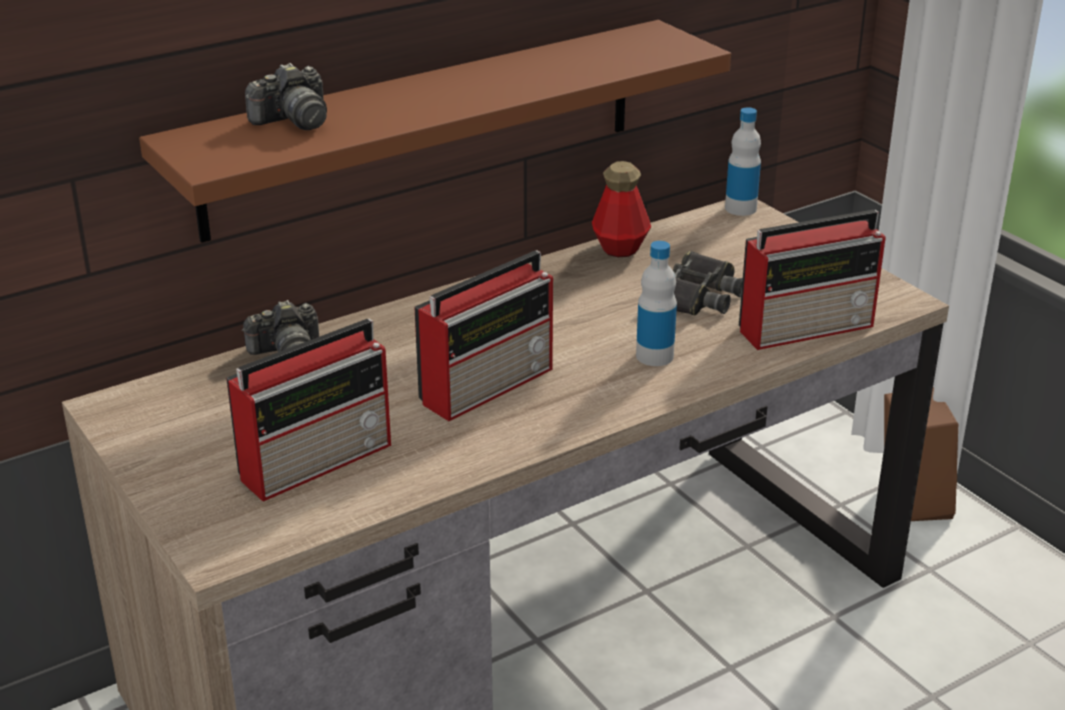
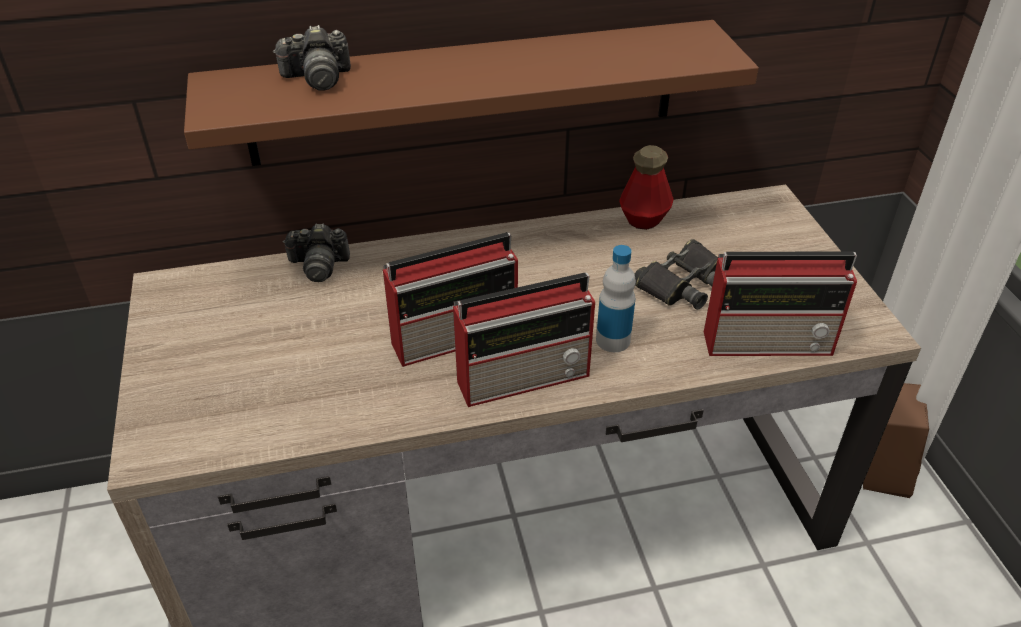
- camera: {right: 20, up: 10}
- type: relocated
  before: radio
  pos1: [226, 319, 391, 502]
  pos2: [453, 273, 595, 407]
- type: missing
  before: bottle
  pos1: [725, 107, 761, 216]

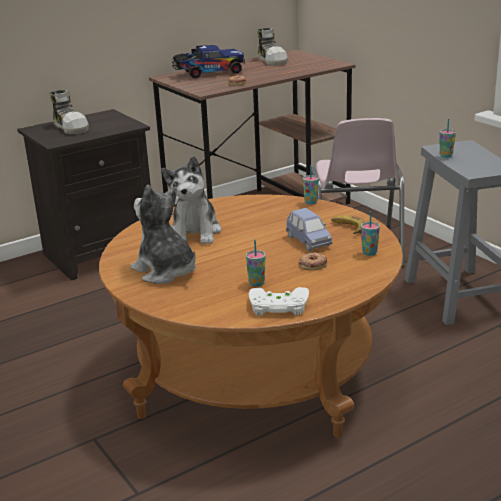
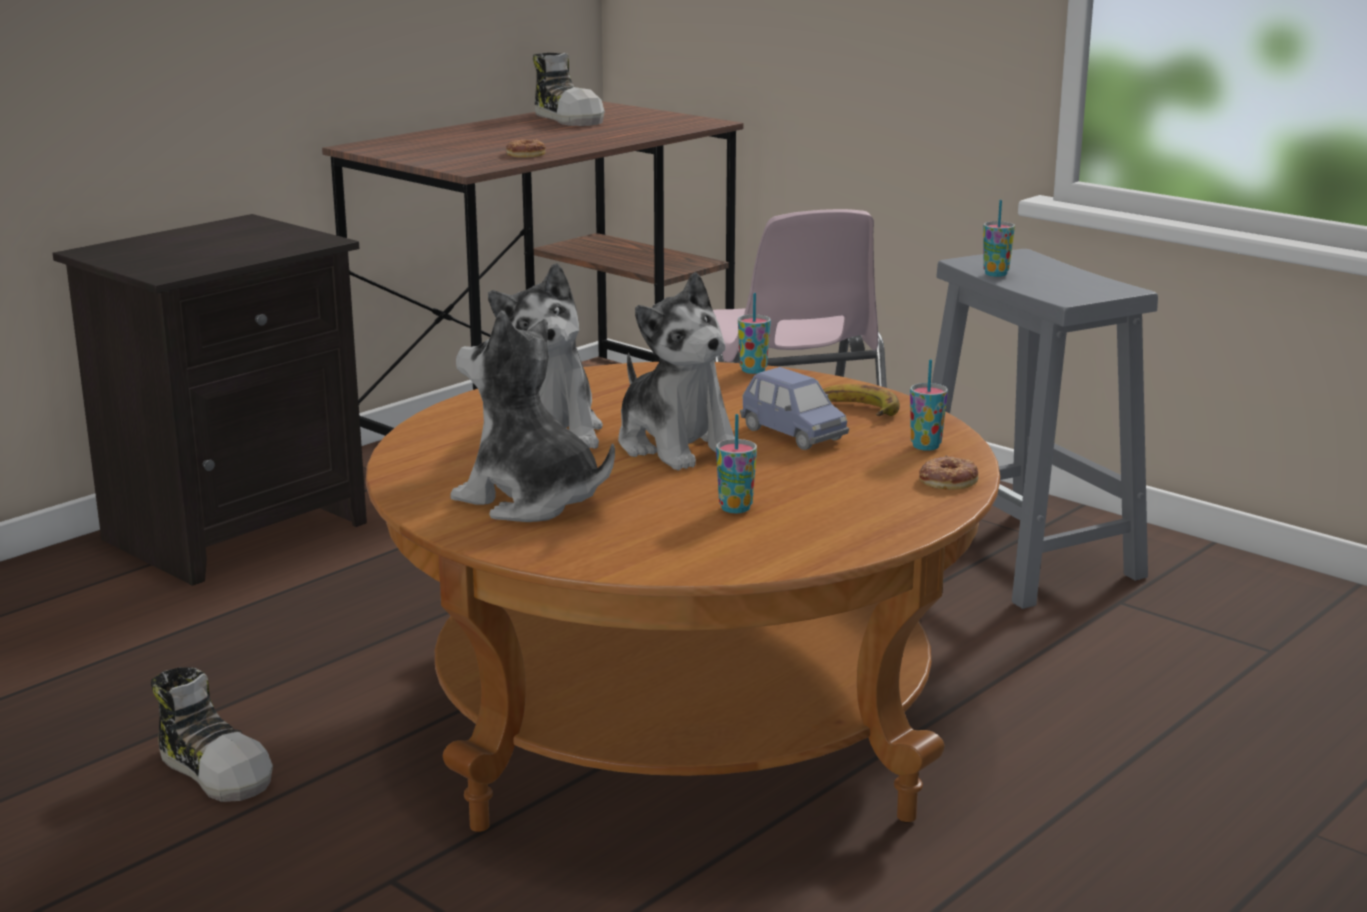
- camera: {right: -15, up: -5}
- type: relocated
  before: shoe
  pos1: [49, 90, 89, 134]
  pos2: [151, 667, 273, 802]
- type: missing
  before: toy truck
  pos1: [172, 45, 245, 78]
- type: missing
  before: white game controller
  pos1: [249, 287, 309, 315]
- type: relocated
  before: donut
  pos1: [299, 252, 327, 270]
  pos2: [919, 455, 978, 490]
- type: appeared
  after: plush toy
  pos2: [618, 272, 735, 471]

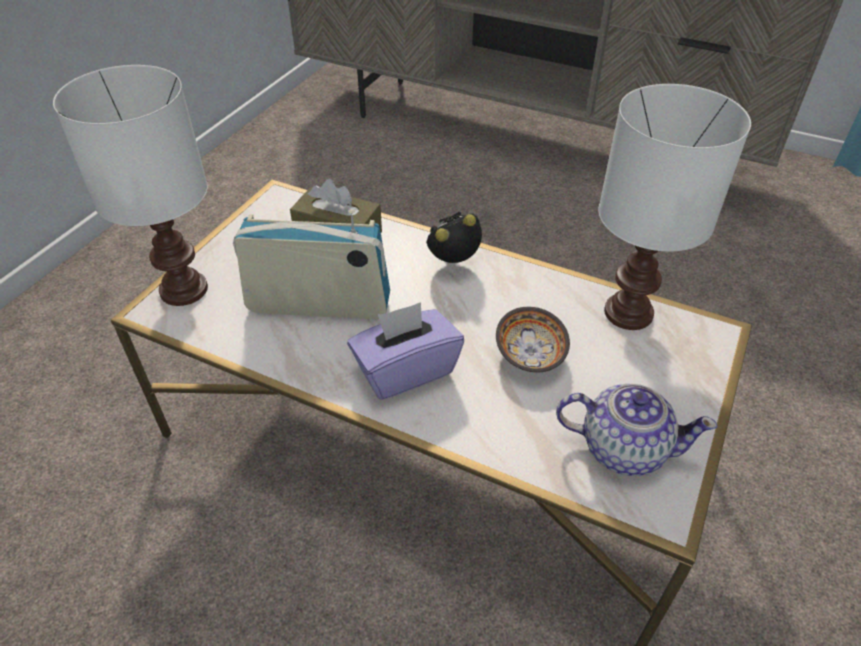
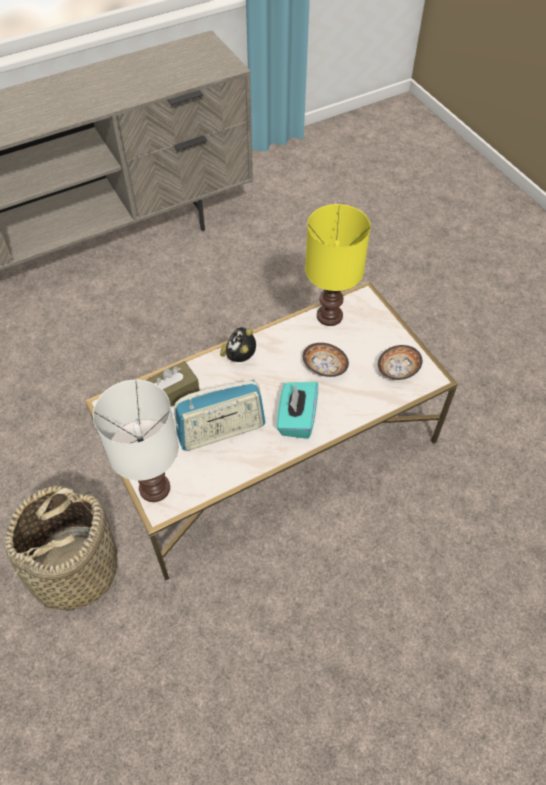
- camera: {right: -55, up: 10}
- type: spun
  before: radio
  pos1: [233, 209, 390, 319]
  pos2: [174, 379, 266, 451]
  turn: -150
- type: colour
  before: purple tissue box
  after: turquoise tissue box
  pos1: [347, 302, 464, 400]
  pos2: [277, 382, 318, 439]
- type: exchanged
  before: teapot
  after: bowl
  pos1: [556, 384, 718, 476]
  pos2: [378, 345, 422, 380]
- type: colour
  before: white table lamp
  after: yellow table lamp
  pos1: [598, 84, 751, 330]
  pos2: [305, 204, 371, 326]
- type: appeared
  after: basket
  pos2: [4, 486, 117, 616]

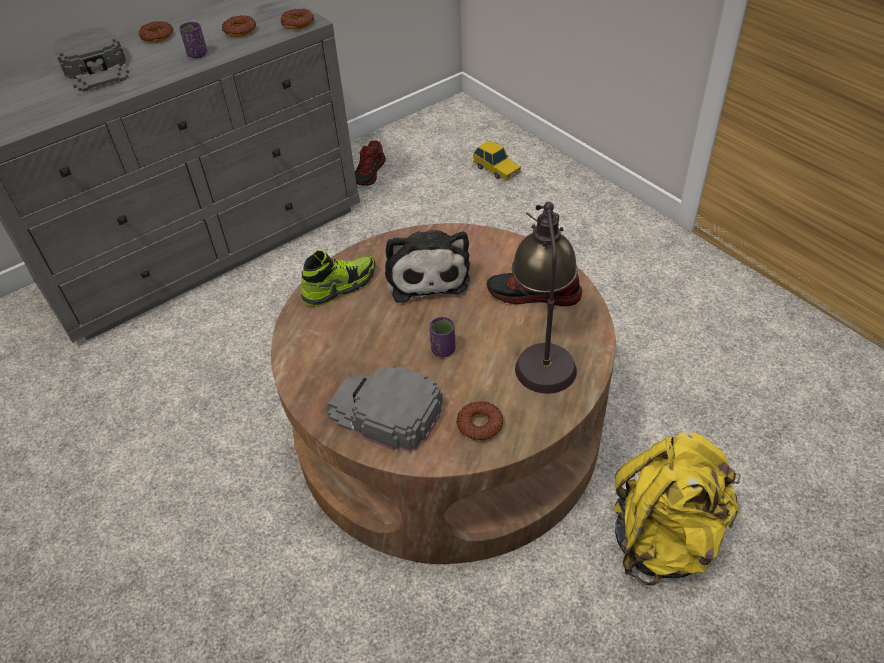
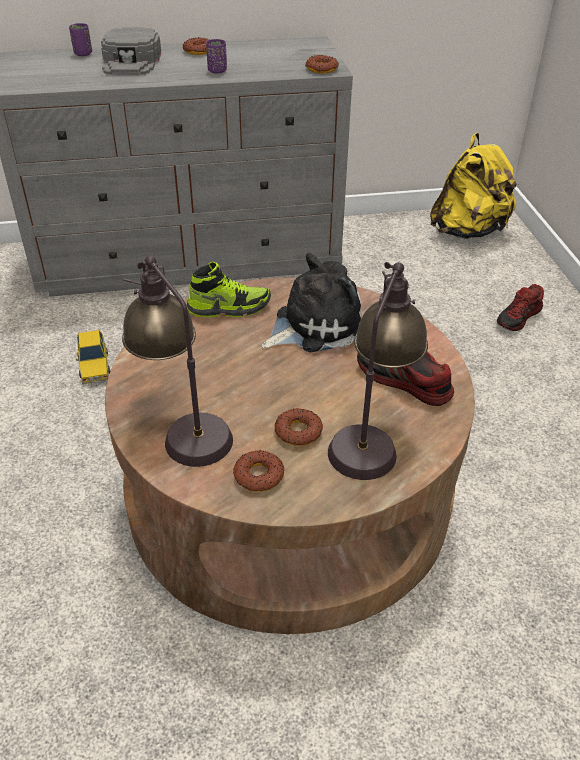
- camera: {right: 25, up: -5}
- type: relocated
  before: donut
  pos1: [222, 15, 256, 37]
  pos2: [275, 408, 323, 446]
- type: exchanged
  before: grey cap
  after: table lamp
  pos1: [328, 366, 443, 452]
  pos2: [122, 255, 233, 467]
- type: relocated
  before: shoe
  pos1: [355, 140, 386, 186]
  pos2: [497, 284, 544, 331]
- type: spun
  before: plush toy
  pos1: [385, 230, 470, 303]
  pos2: [261, 253, 362, 352]
  turn: -135
- type: relocated
  before: purple cup
  pos1: [429, 317, 456, 357]
  pos2: [69, 23, 92, 56]
- type: relocated
  before: toy car
  pos1: [473, 140, 521, 181]
  pos2: [76, 330, 110, 384]
- type: relocated
  before: yellow backpack
  pos1: [614, 431, 741, 586]
  pos2: [430, 133, 519, 239]

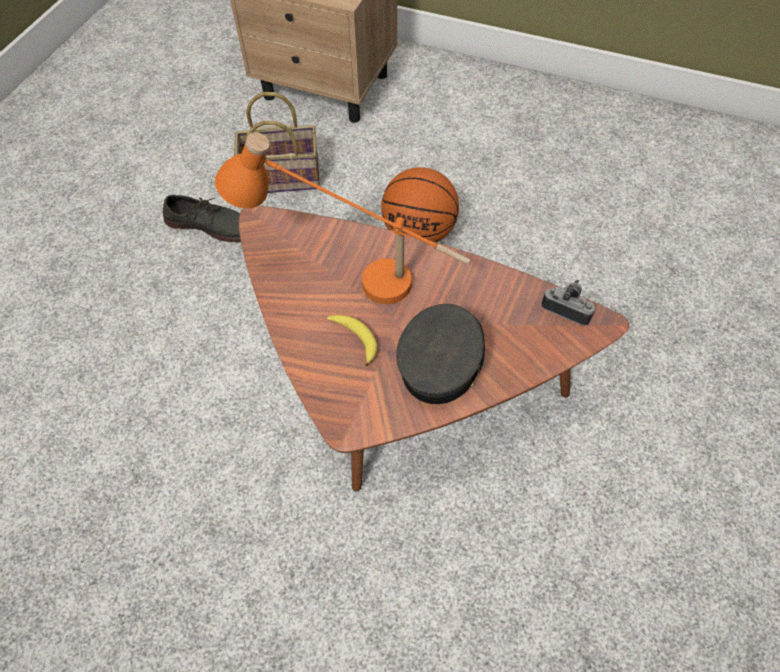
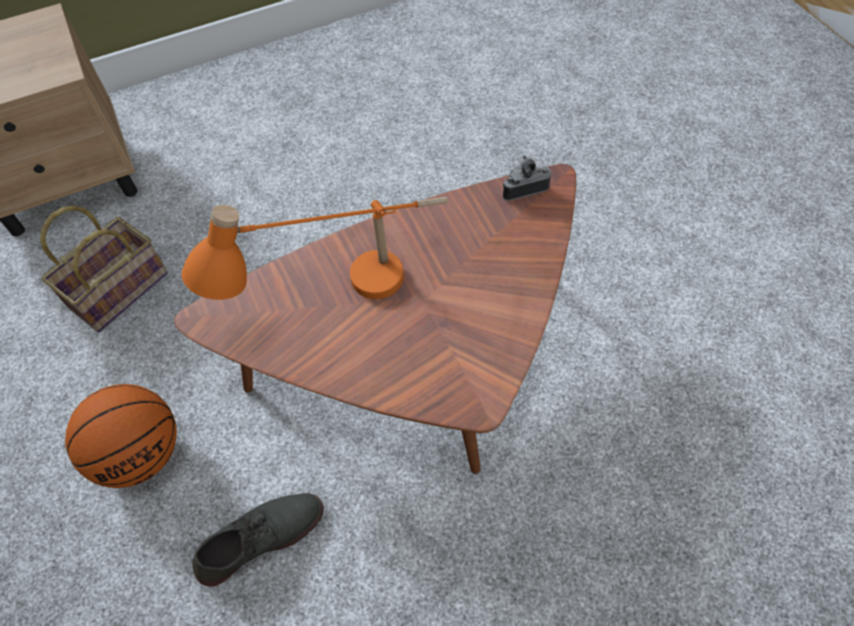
- camera: {right: -45, up: 0}
- type: relocated
  before: grey shoe
  pos1: [163, 195, 241, 242]
  pos2: [192, 493, 324, 587]
- type: missing
  before: banana
  pos1: [327, 315, 377, 367]
- type: relocated
  before: basketball
  pos1: [381, 167, 459, 242]
  pos2: [65, 384, 177, 488]
- type: missing
  before: grey cap
  pos1: [396, 304, 485, 404]

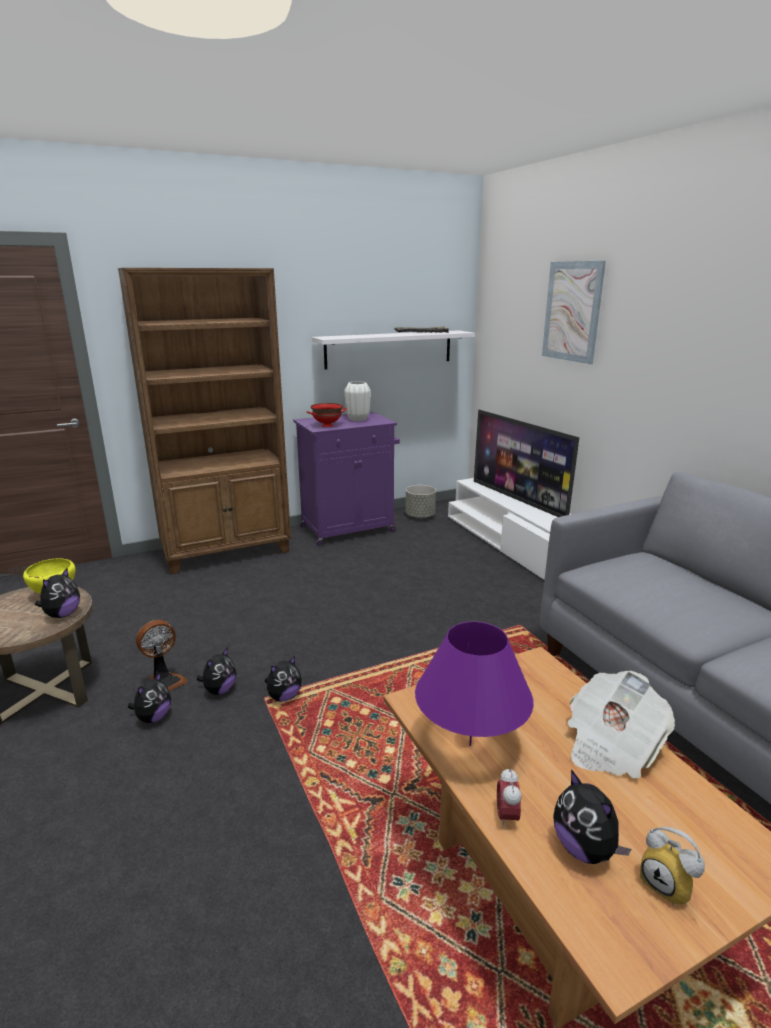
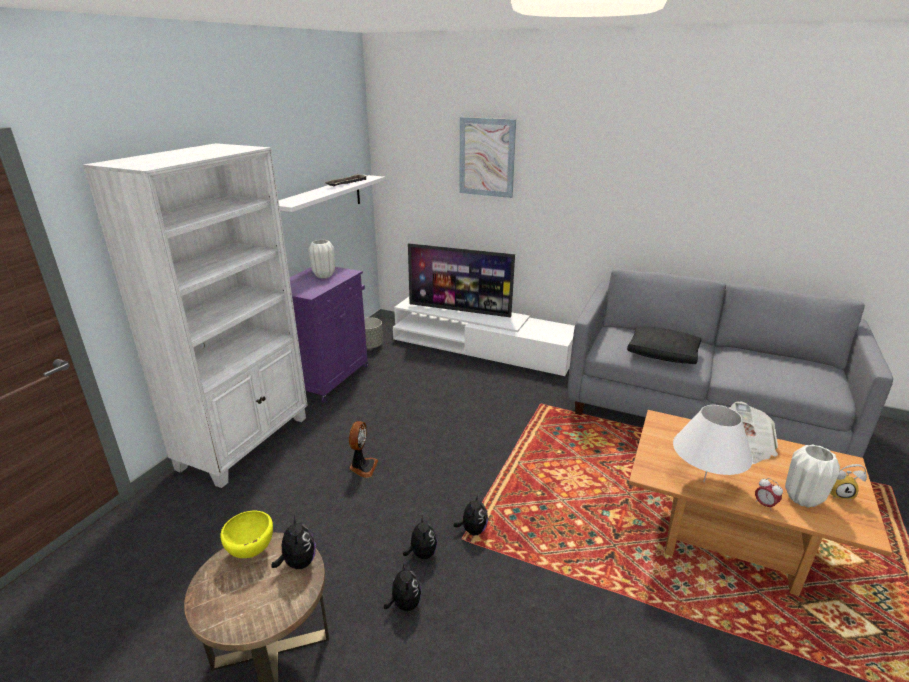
- camera: {right: -40, up: 5}
- type: colour
  before: brown bookcase
  after: white bookcase
  pos1: [118, 268, 291, 574]
  pos2: [83, 143, 308, 488]
- type: relocated
  before: fan
  pos1: [136, 620, 187, 691]
  pos2: [349, 421, 378, 478]
- type: missing
  before: red bowl
  pos1: [307, 403, 347, 427]
- type: colour
  before: purple table lamp
  after: white table lamp
  pos1: [415, 621, 534, 746]
  pos2: [673, 405, 753, 482]
- type: exchanged
  before: plush toy
  after: white vase
  pos1: [553, 770, 632, 864]
  pos2: [785, 444, 840, 508]
- type: appeared
  after: black pillow
  pos2: [627, 326, 701, 364]

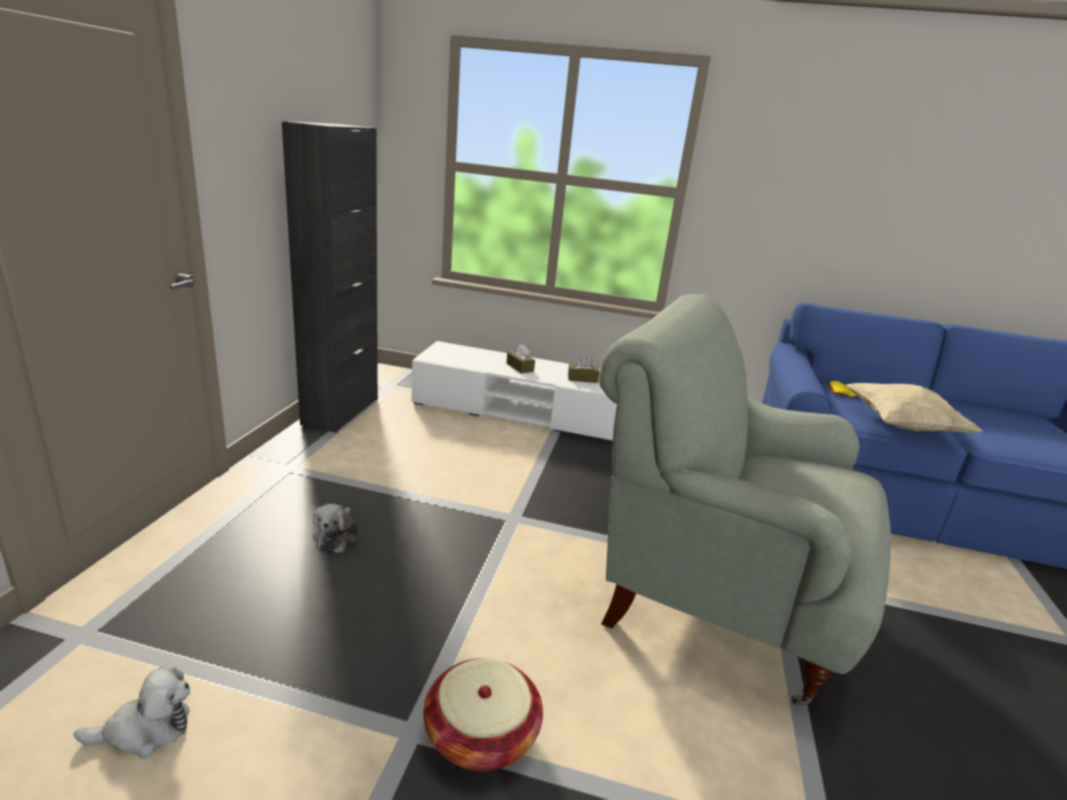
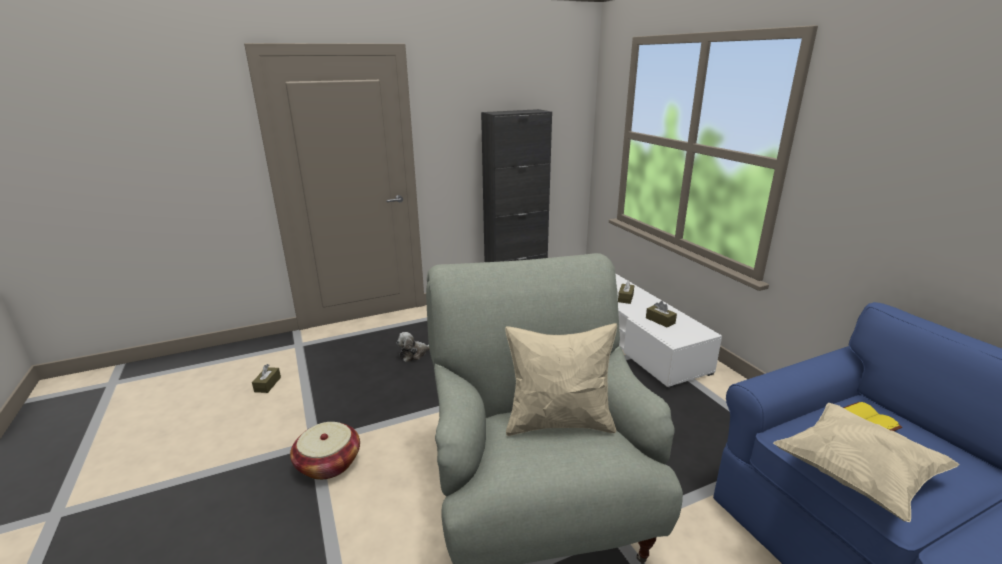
- camera: {right: 55, up: 0}
- type: exchanged
  before: plush toy
  after: brown tissue box
  pos1: [74, 666, 190, 758]
  pos2: [252, 364, 281, 393]
- type: appeared
  after: beige pillow
  pos2: [505, 323, 617, 436]

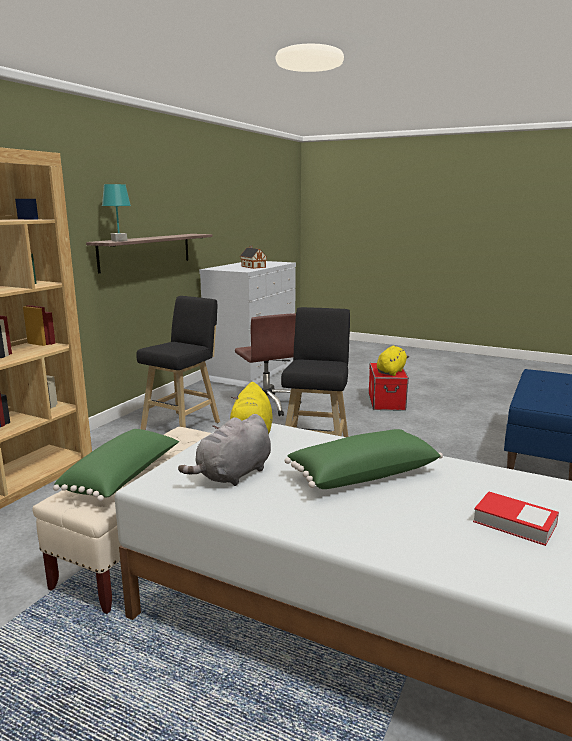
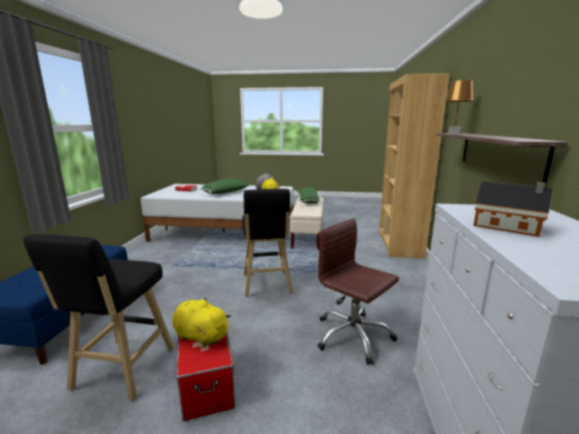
- camera: {right: 160, up: 0}
- type: colour
  before: turquoise table lamp
  after: brown table lamp
  pos1: [102, 184, 131, 241]
  pos2: [445, 80, 473, 134]
- type: relocated
  before: black stool
  pos1: [136, 296, 220, 430]
  pos2: [23, 234, 174, 400]
- type: spun
  before: yellow plush toy
  pos1: [377, 346, 409, 376]
  pos2: [172, 298, 231, 348]
  turn: 105

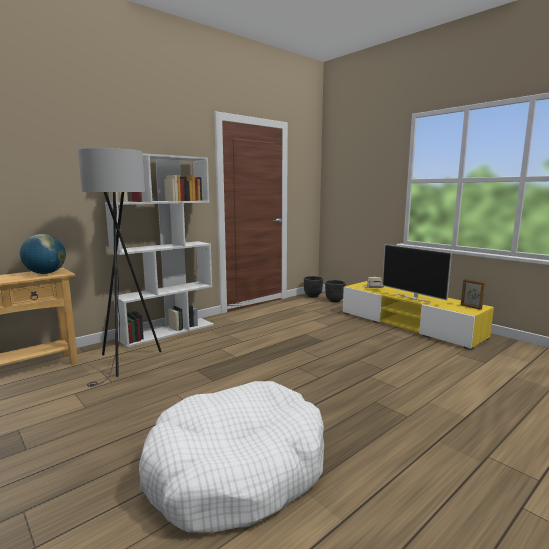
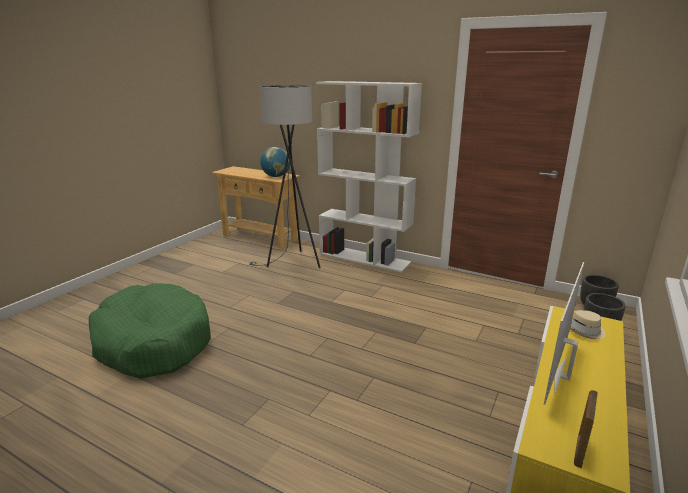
- camera: {right: 70, up: 10}
- type: colour
  before: white dog bed
  after: green dog bed
  pos1: [139, 381, 324, 532]
  pos2: [89, 283, 211, 378]

